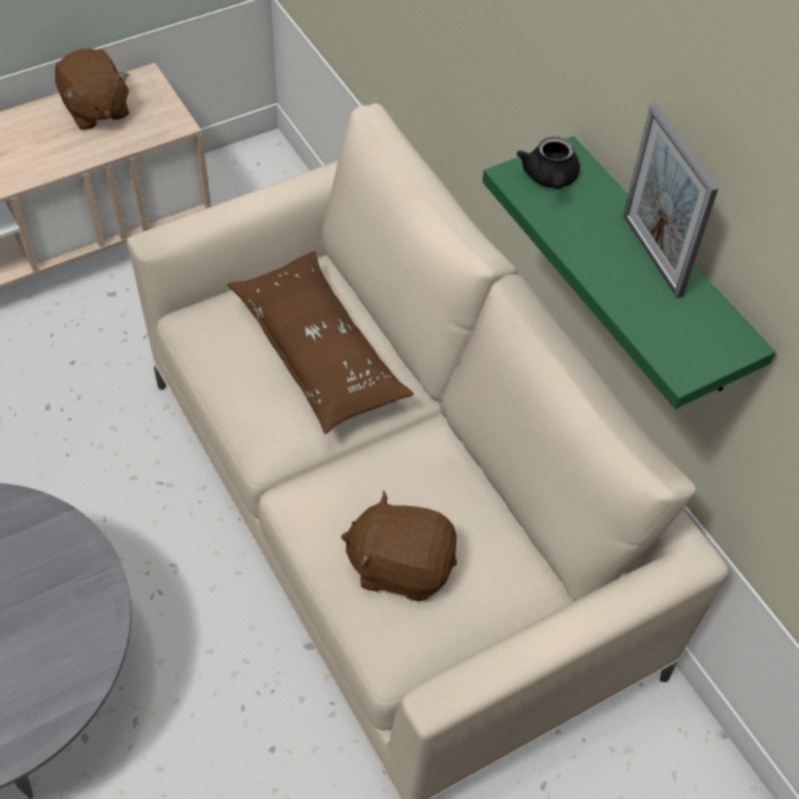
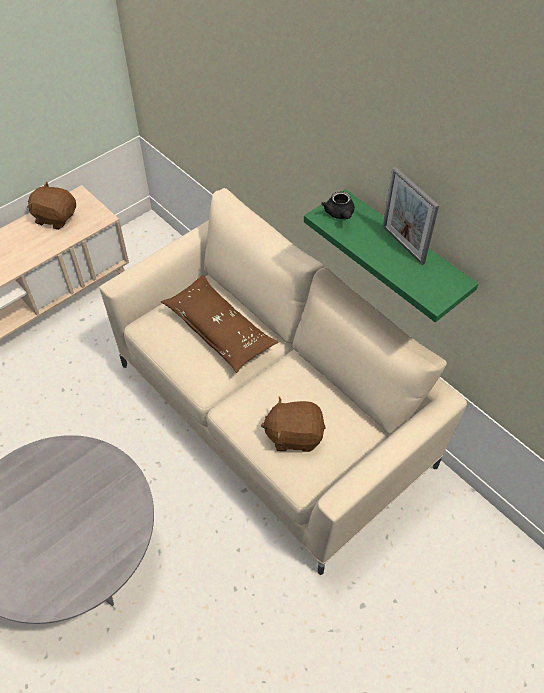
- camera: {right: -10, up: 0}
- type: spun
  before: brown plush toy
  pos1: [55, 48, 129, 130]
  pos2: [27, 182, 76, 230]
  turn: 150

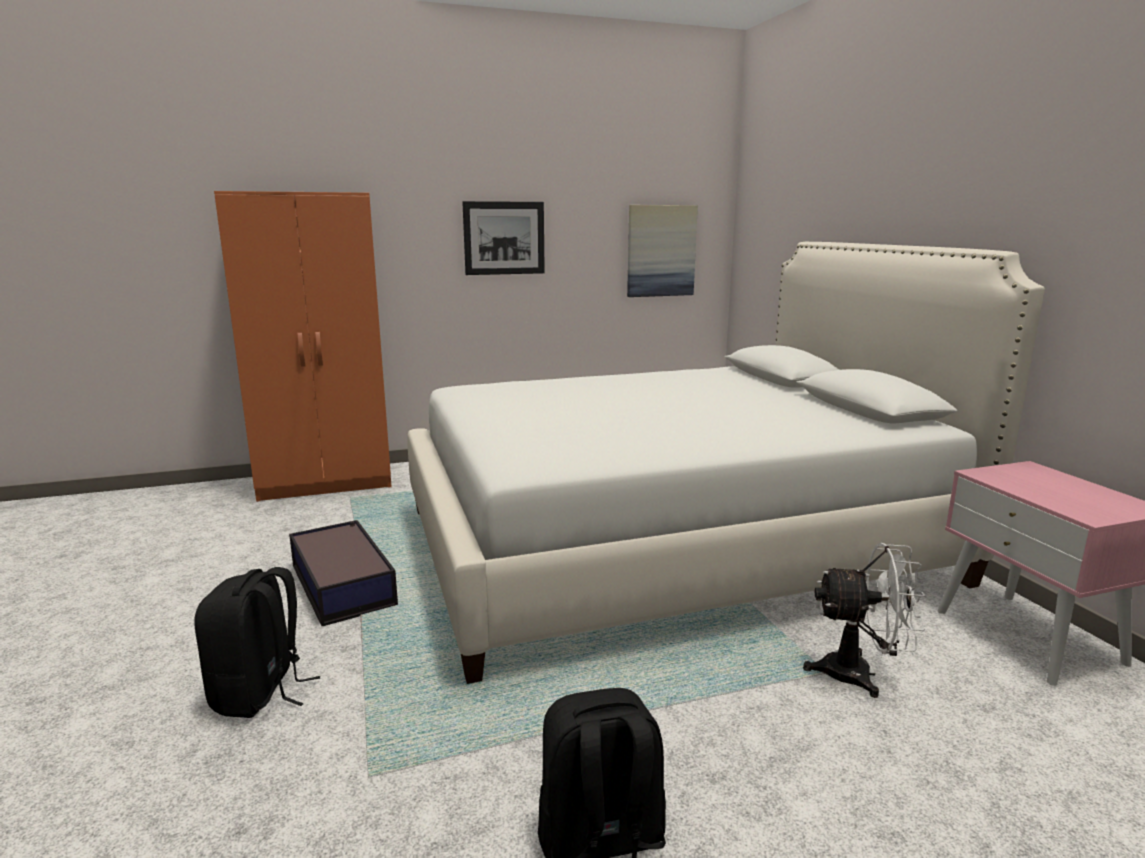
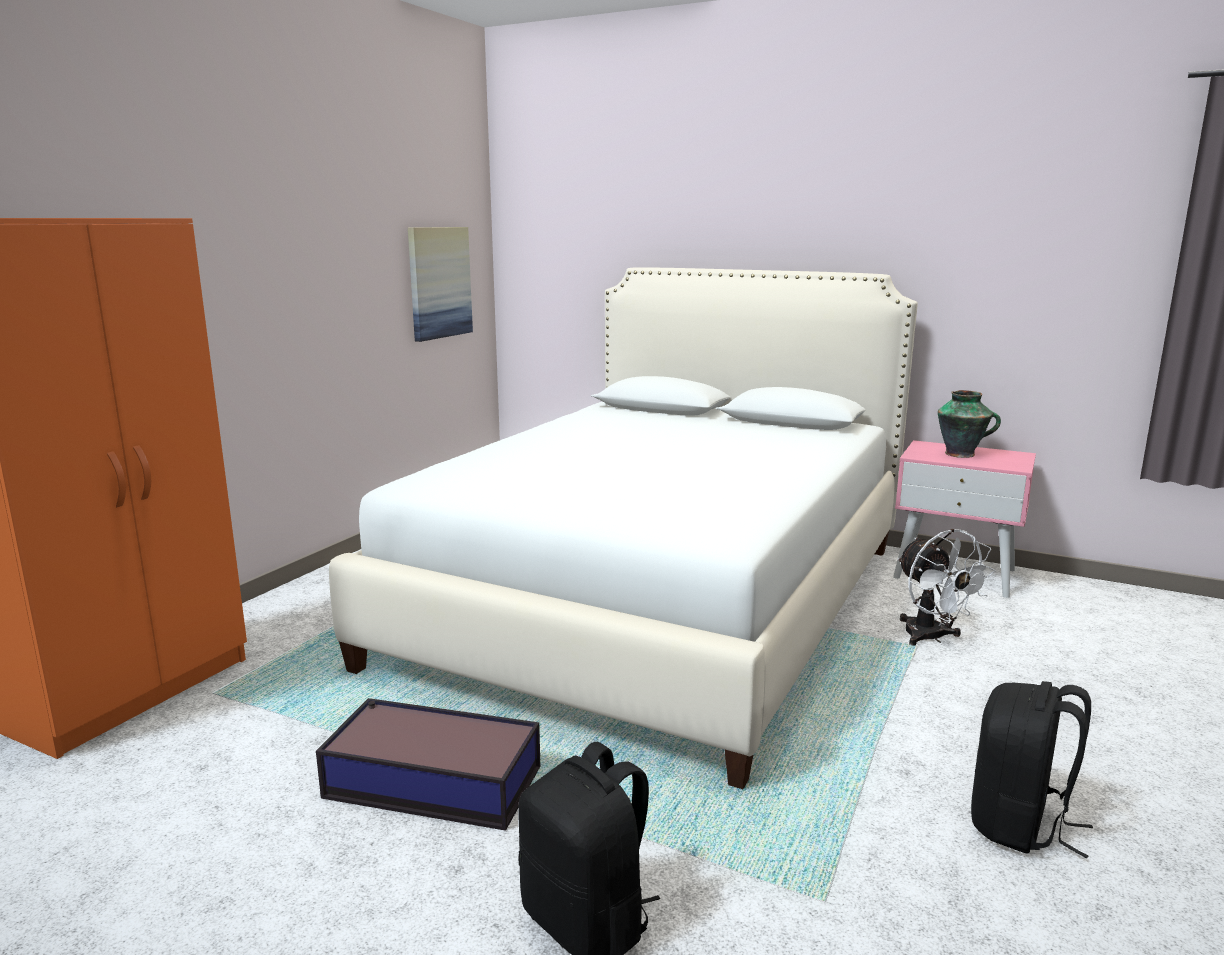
- camera: {right: -45, up: 0}
- type: missing
  before: picture
  pos1: [462, 201, 545, 275]
- type: spun
  before: white fan
  pos1: [803, 543, 927, 698]
  pos2: [897, 529, 996, 646]
  turn: 105
- type: appeared
  after: vase
  pos2: [938, 390, 1001, 458]

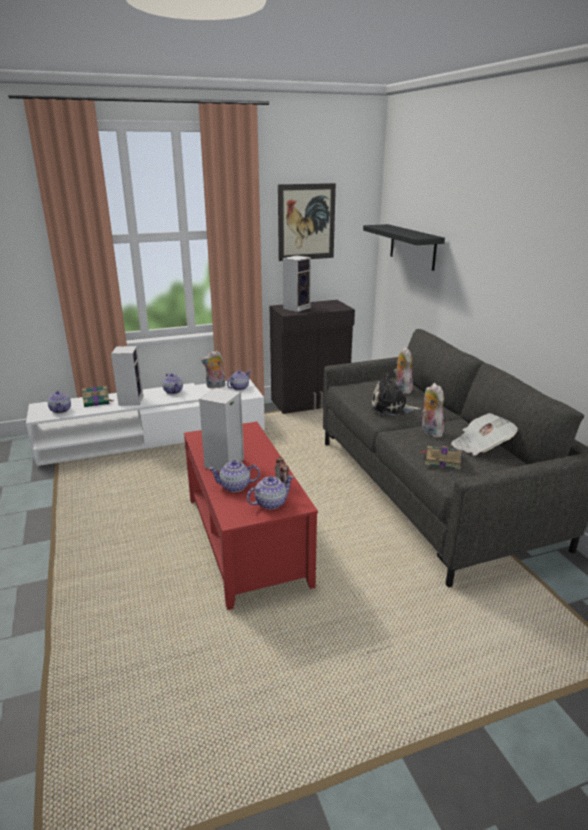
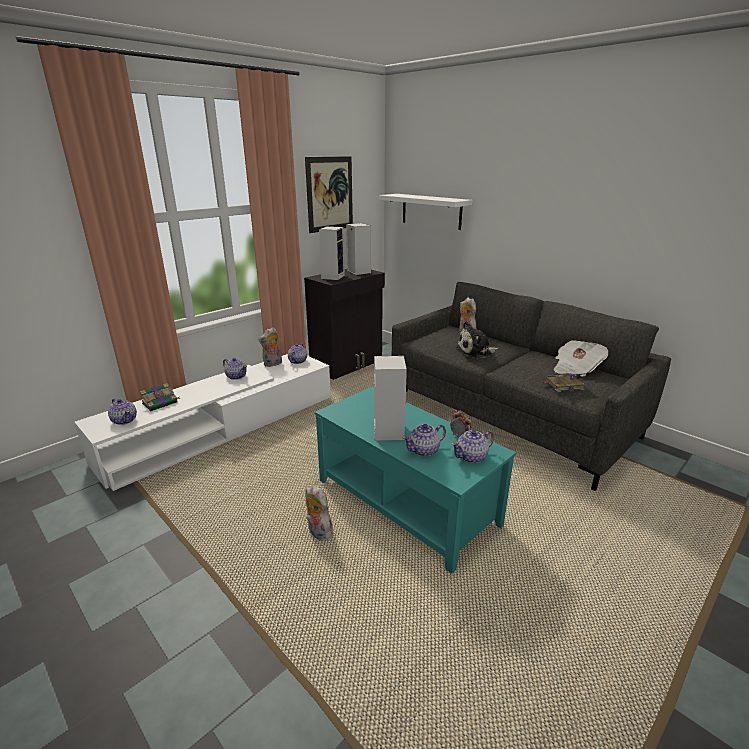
- camera: {right: -25, up: 0}
- type: relocated
  before: speaker
  pos1: [111, 346, 143, 406]
  pos2: [346, 223, 371, 275]
- type: colour
  before: red coffee table
  after: turquoise coffee table
  pos1: [184, 422, 318, 610]
  pos2: [315, 387, 516, 574]
- type: spun
  before: teapot
  pos1: [247, 475, 294, 509]
  pos2: [451, 430, 494, 463]
  turn: -150
- type: colour
  before: black shelf
  after: white shelf
  pos1: [363, 224, 445, 271]
  pos2: [379, 194, 472, 230]
- type: relocated
  before: plush toy
  pos1: [422, 383, 444, 438]
  pos2: [305, 485, 333, 541]

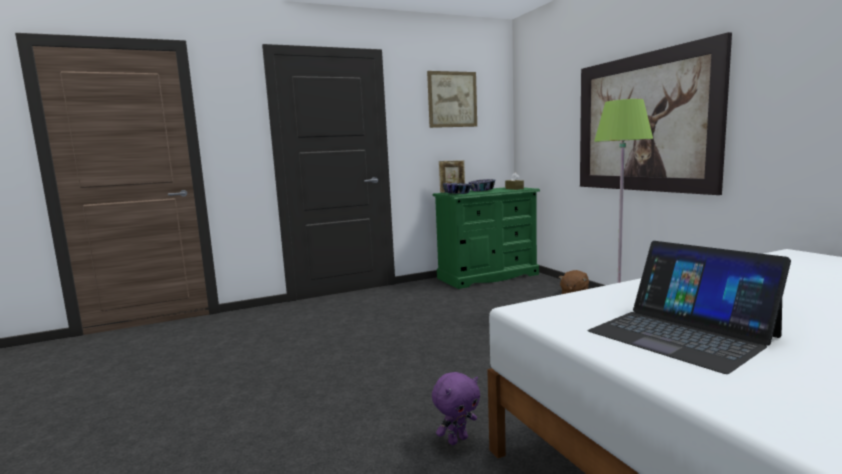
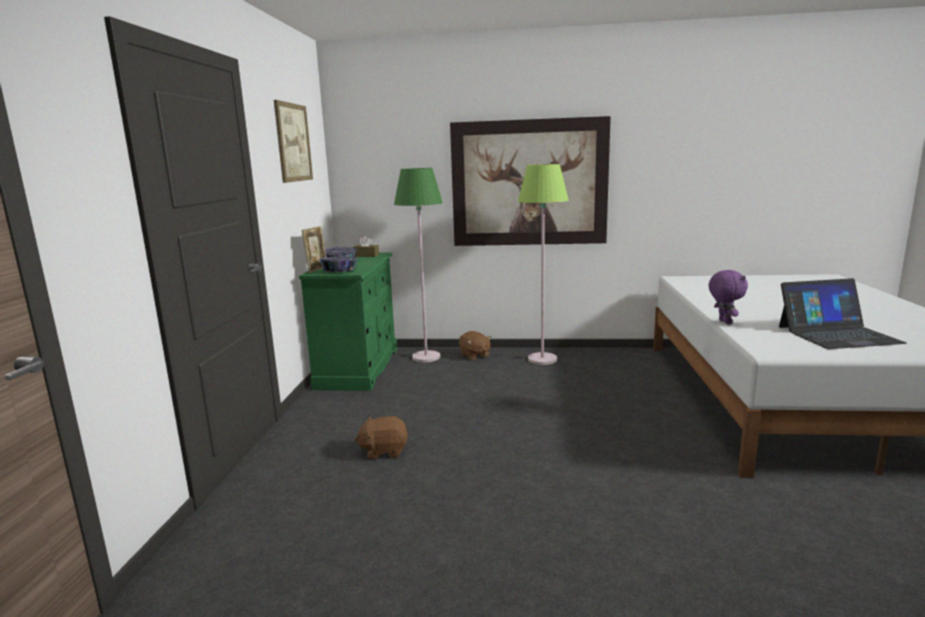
- camera: {right: -60, up: 5}
- type: relocated
  before: purple plush toy
  pos1: [432, 372, 480, 445]
  pos2: [709, 270, 748, 324]
- type: appeared
  after: brown plush toy
  pos2: [354, 416, 409, 460]
- type: appeared
  after: green floor lamp
  pos2: [394, 168, 443, 362]

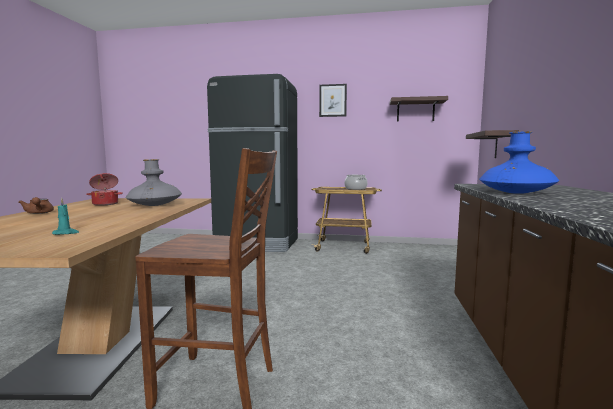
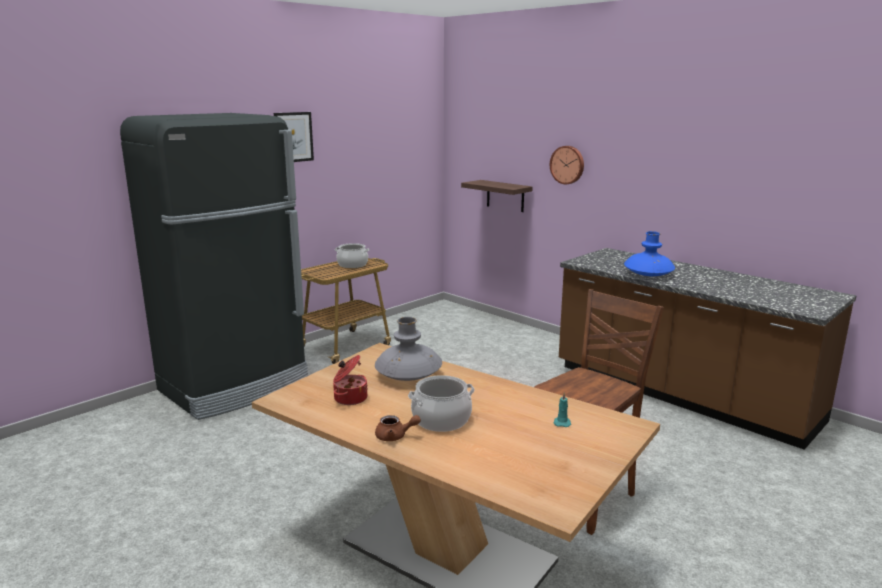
- camera: {right: -55, up: 10}
- type: missing
  before: shelf
  pos1: [390, 96, 448, 122]
- type: appeared
  after: cooking pot
  pos2: [408, 375, 475, 432]
- type: appeared
  after: wall clock
  pos2: [550, 146, 584, 184]

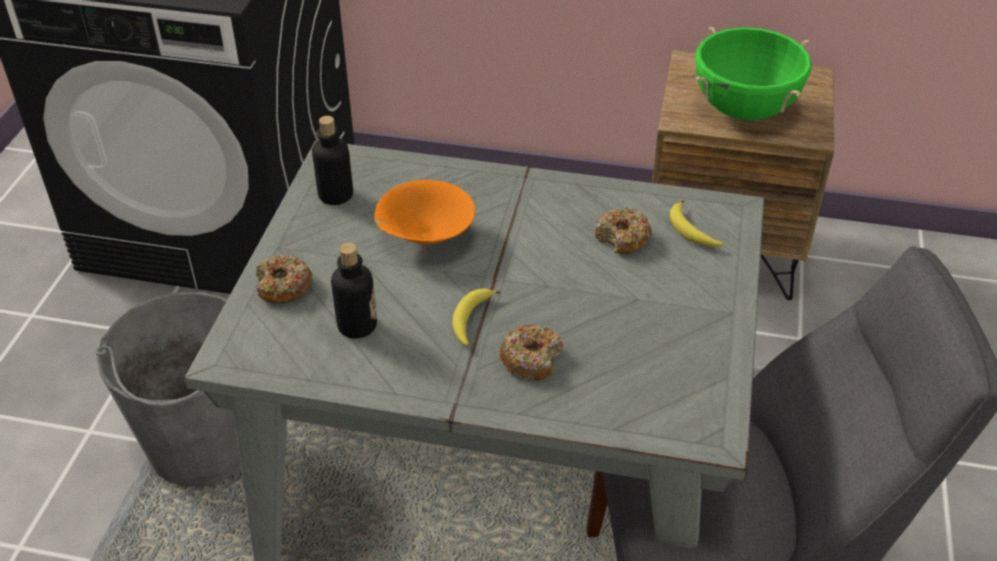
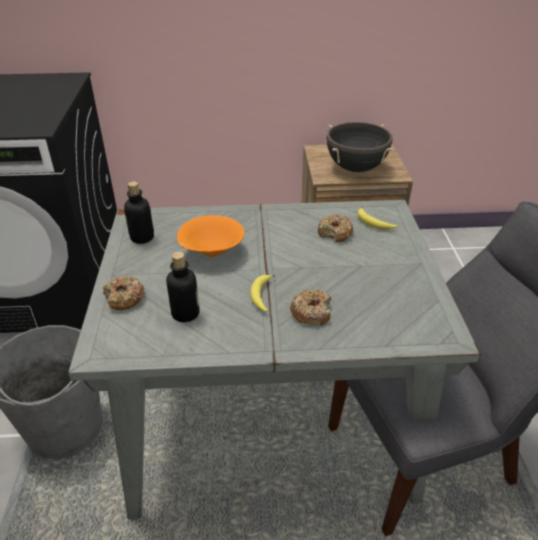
- camera: {right: -15, up: -5}
- type: colour
  before: green cooking pot
  after: black cooking pot
  pos1: [695, 27, 811, 120]
  pos2: [326, 122, 394, 172]

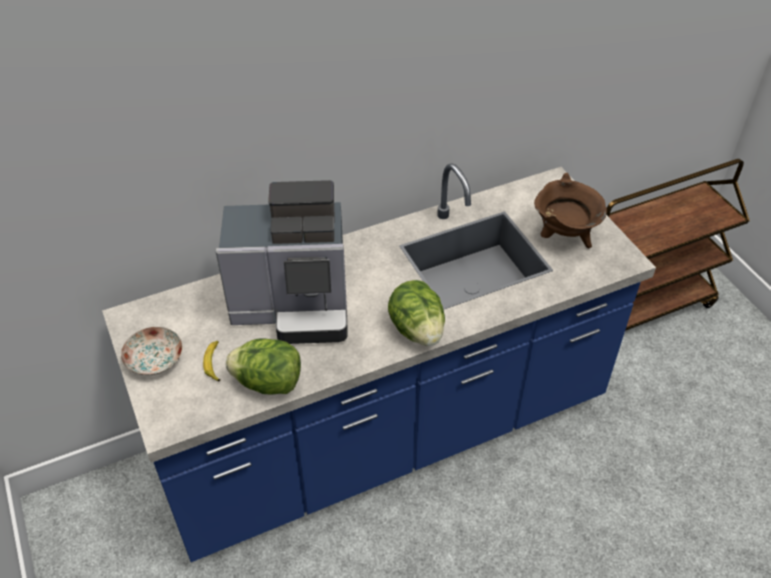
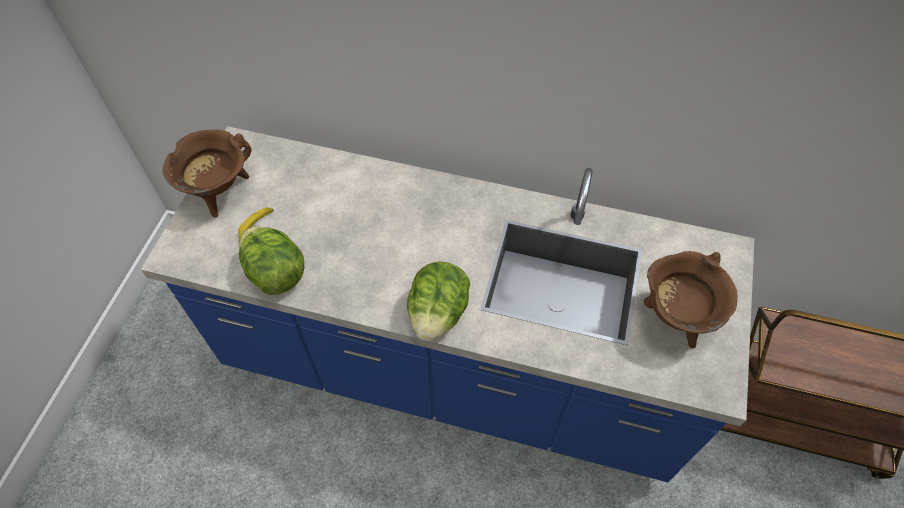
- camera: {right: 40, up: 10}
- type: exchanged
  before: plate
  after: brown cooking pot
  pos1: [121, 327, 183, 375]
  pos2: [163, 129, 251, 218]
- type: missing
  before: coffee machine
  pos1: [216, 180, 348, 344]

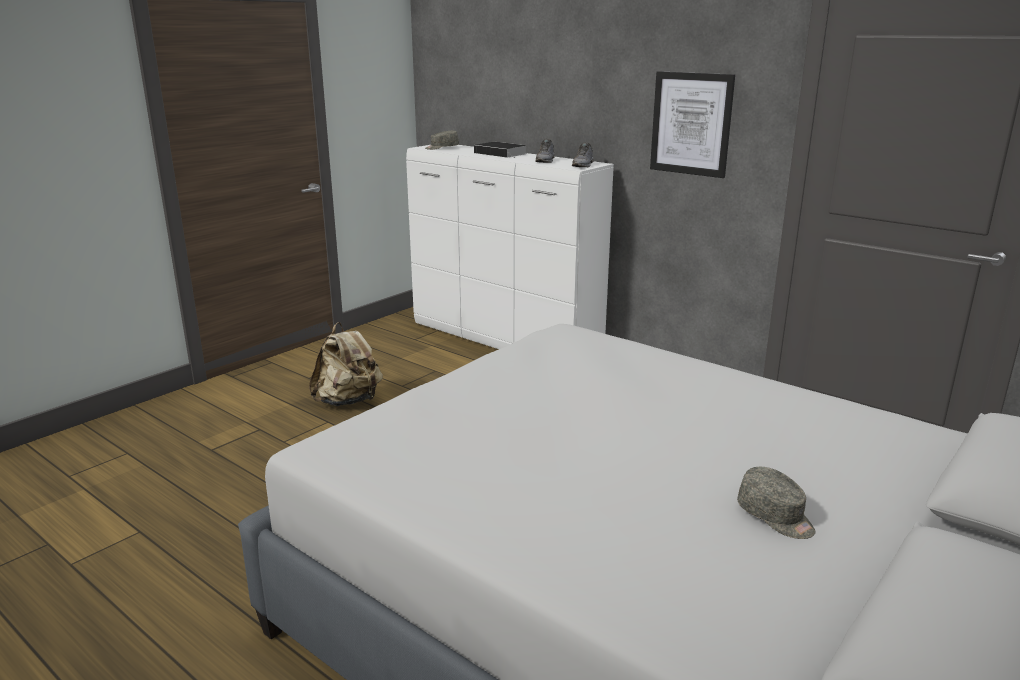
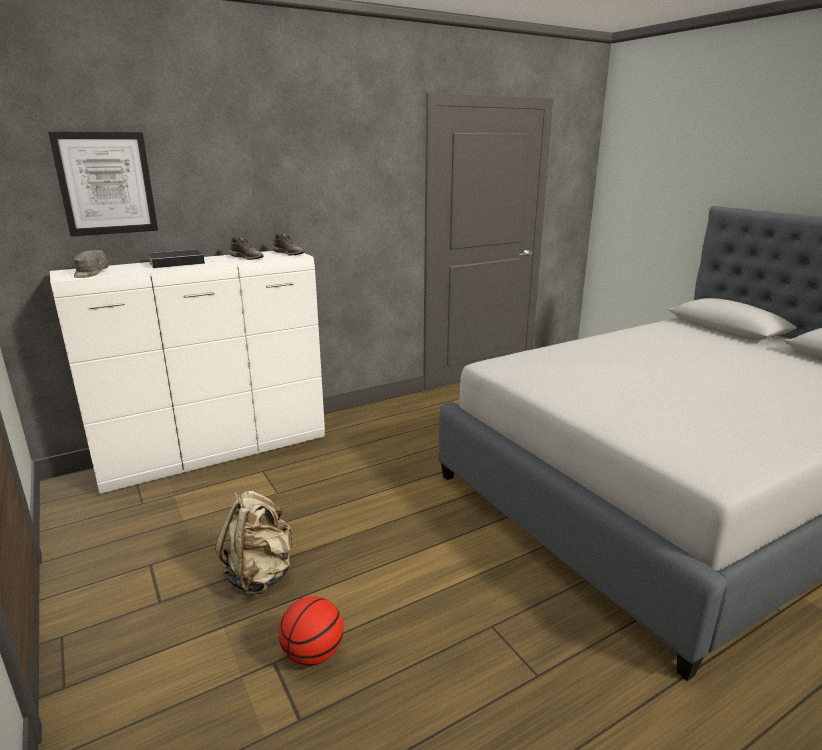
- camera: {right: -70, up: 0}
- type: relocated
  before: picture
  pos1: [650, 71, 735, 178]
  pos2: [48, 132, 158, 236]
- type: missing
  before: grey cap
  pos1: [737, 467, 815, 539]
- type: appeared
  after: basketball
  pos2: [279, 596, 343, 666]

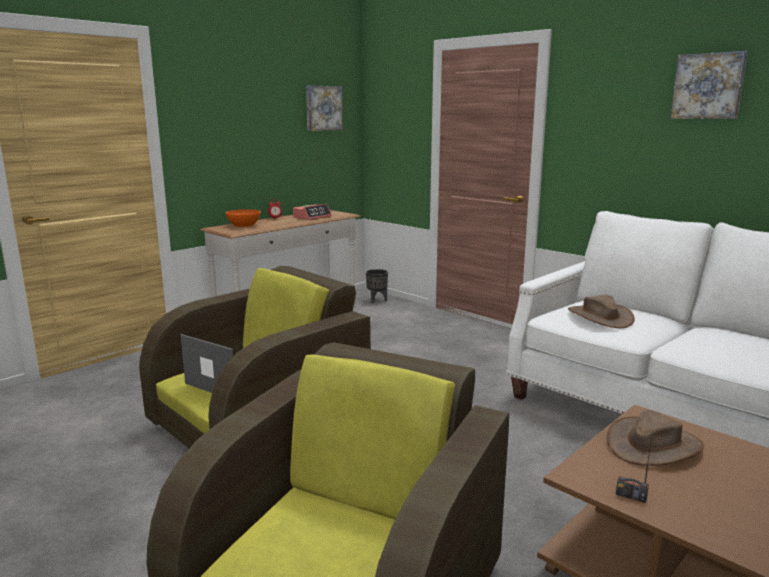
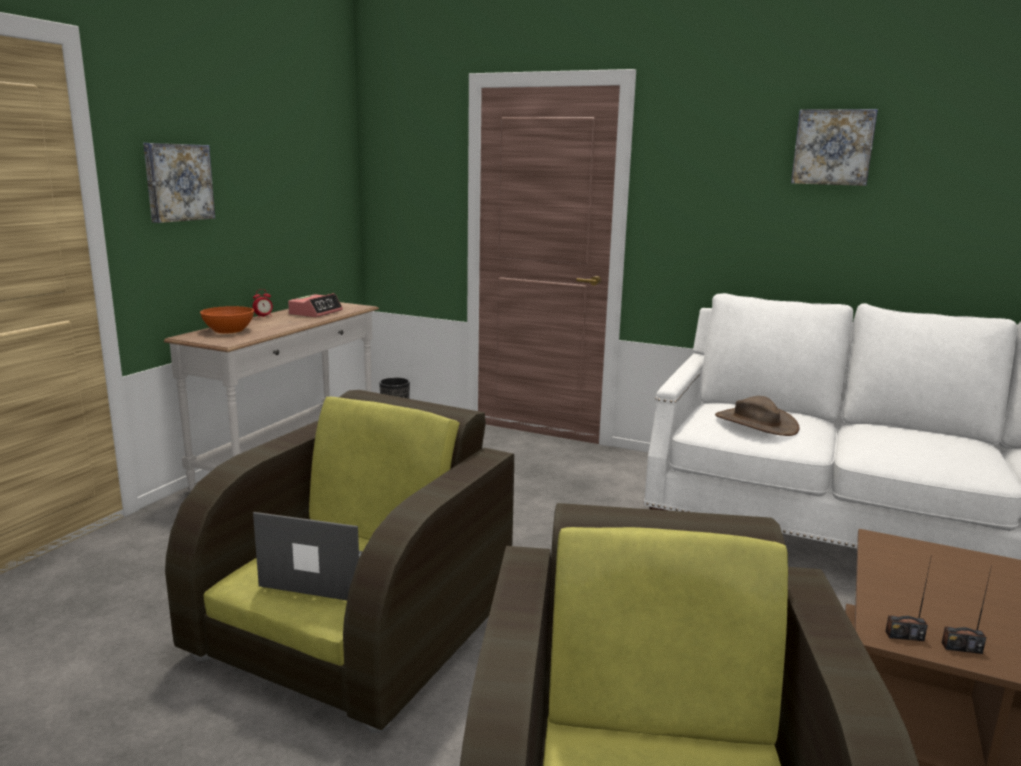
- camera: {right: -20, up: 0}
- type: relocated
  before: picture
  pos1: [306, 85, 343, 131]
  pos2: [143, 143, 215, 223]
- type: missing
  before: brown hat
  pos1: [607, 410, 704, 466]
- type: appeared
  after: radio
  pos2: [885, 554, 932, 641]

